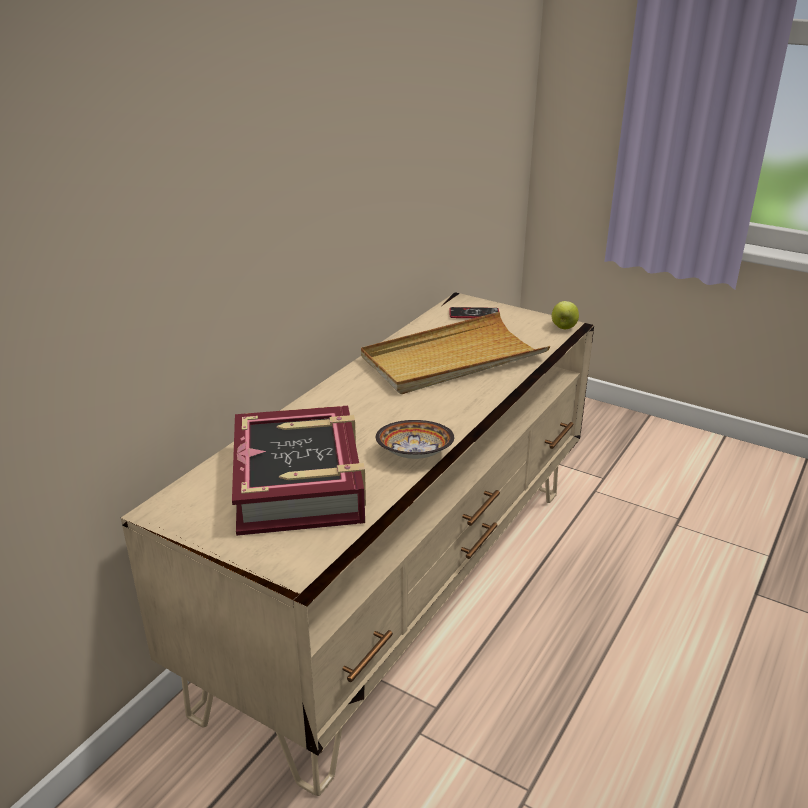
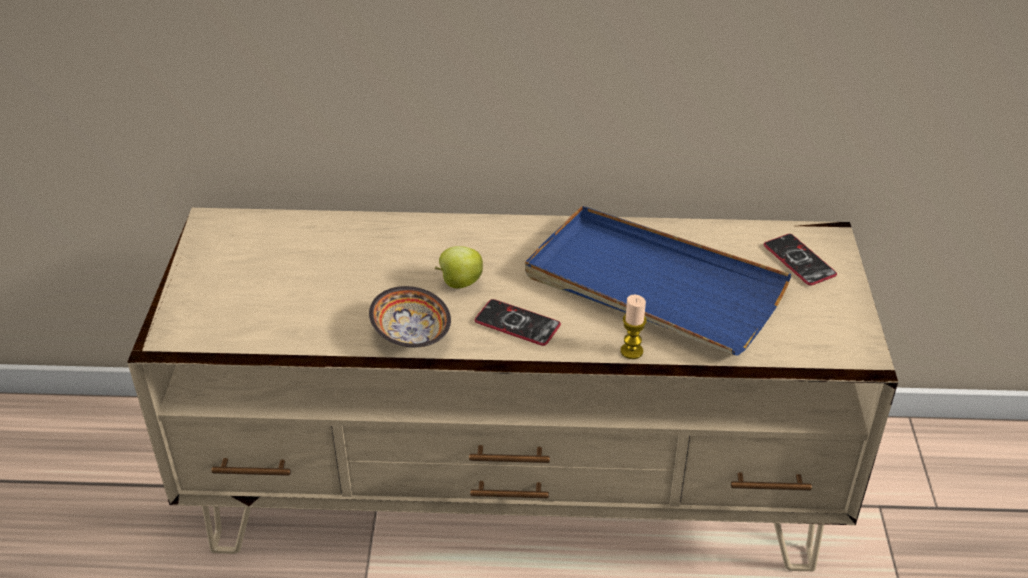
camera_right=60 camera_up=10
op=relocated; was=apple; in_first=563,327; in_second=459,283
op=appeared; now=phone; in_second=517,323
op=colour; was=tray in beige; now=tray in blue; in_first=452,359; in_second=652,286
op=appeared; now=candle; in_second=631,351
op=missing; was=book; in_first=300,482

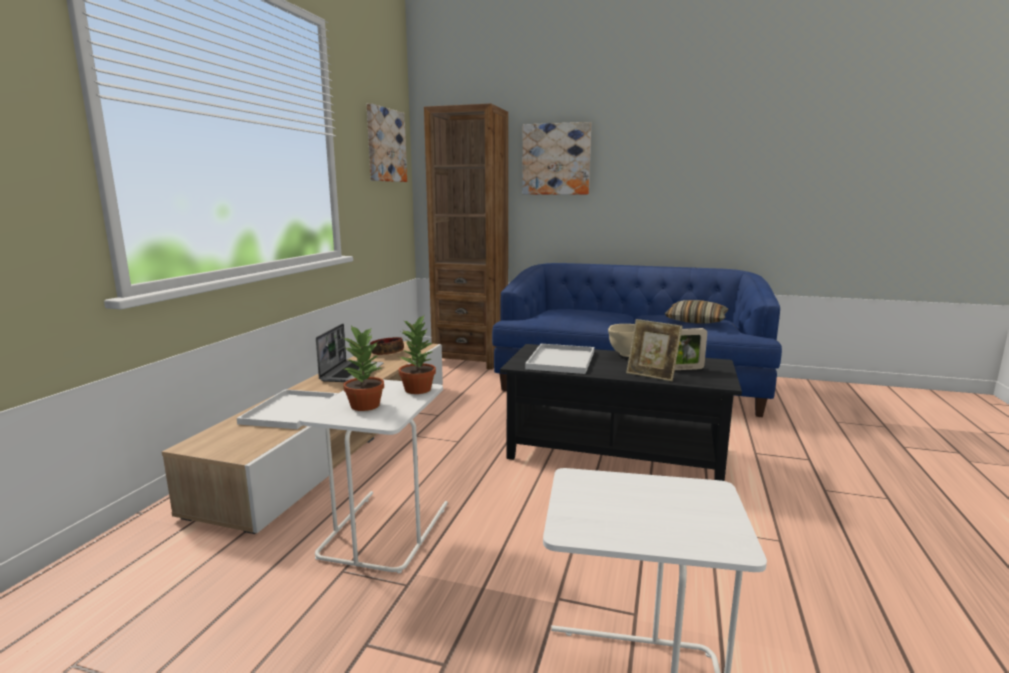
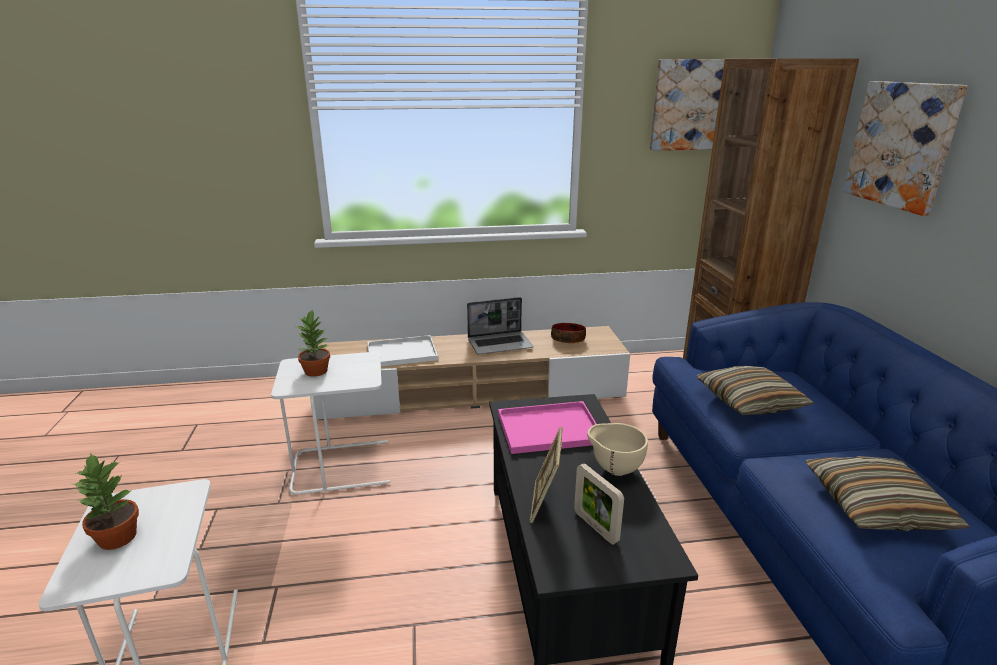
camera_right=65 camera_up=10
op=relocated; was=potted plant; in_first=418,389; in_second=117,538
op=colour; was=tray in white; now=tray in pink; in_first=562,361; in_second=547,429
op=appeared; now=pillow; in_second=749,401

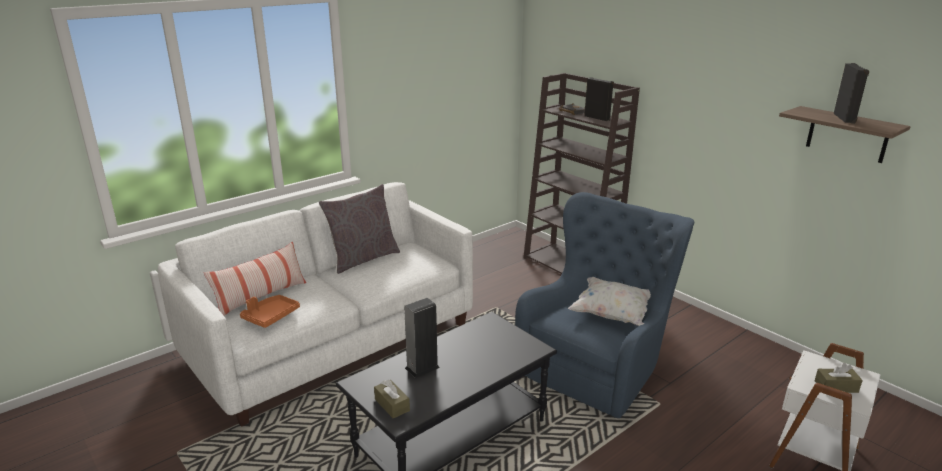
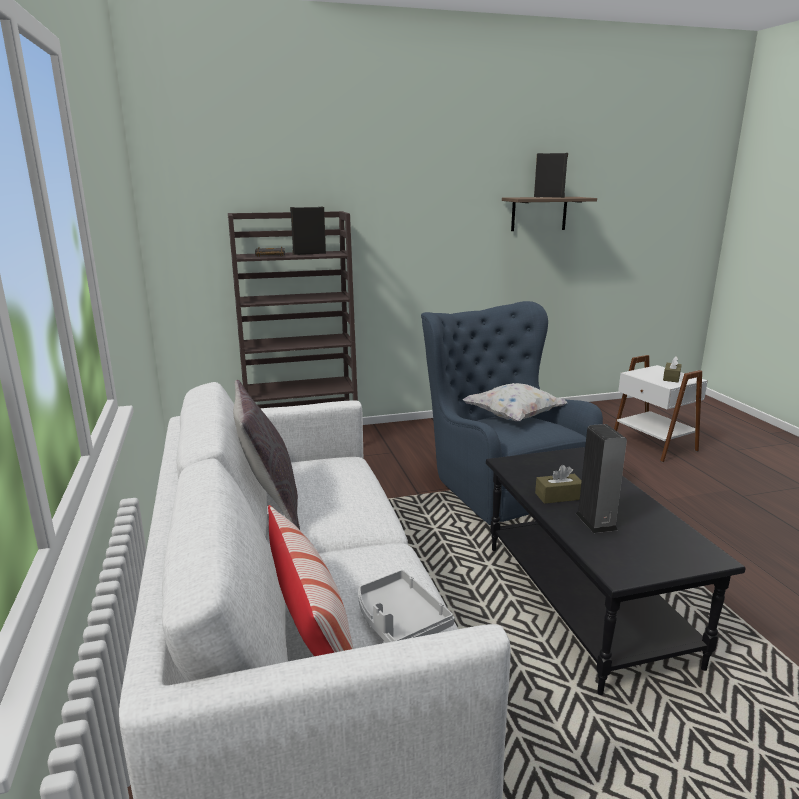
camera_right=-65 camera_up=-5
op=colour; was=tray in orange; now=tray in grey; in_first=270,316; in_second=399,620
op=relocated; was=tissue box in brown; in_first=392,405; in_second=558,496

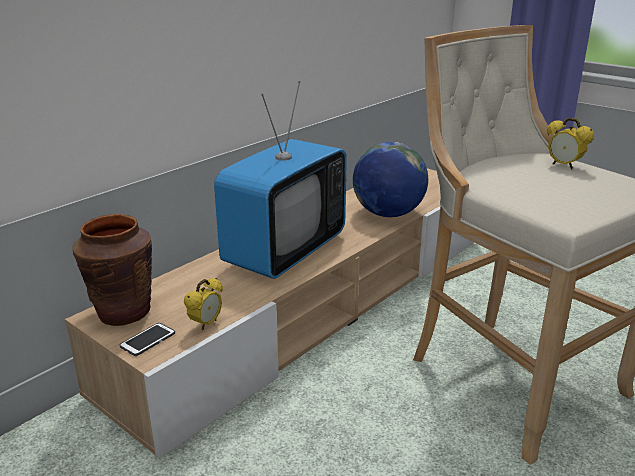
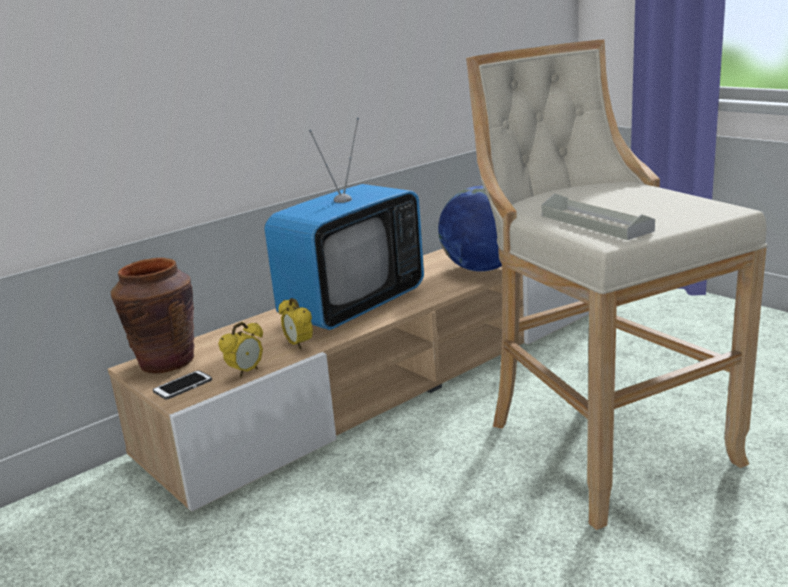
camera_right=10 camera_up=-5
op=relocated; was=alarm clock; in_first=564,166; in_second=299,345
op=appeared; now=tray in grey; in_second=595,223

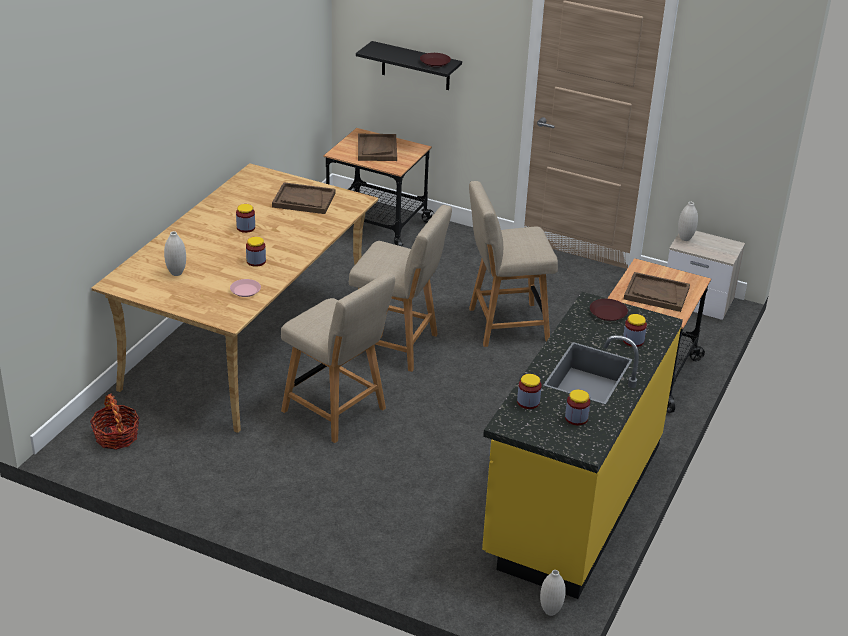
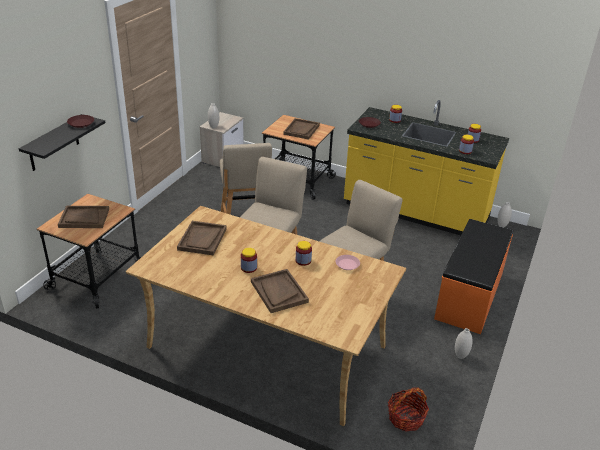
camera_right=-90 camera_up=0
op=appeared; now=tray in brown; in_second=279,292
op=appeared; now=bench in orange; in_second=470,296
op=relocated; was=vase in white; in_first=176,273; in_second=460,356

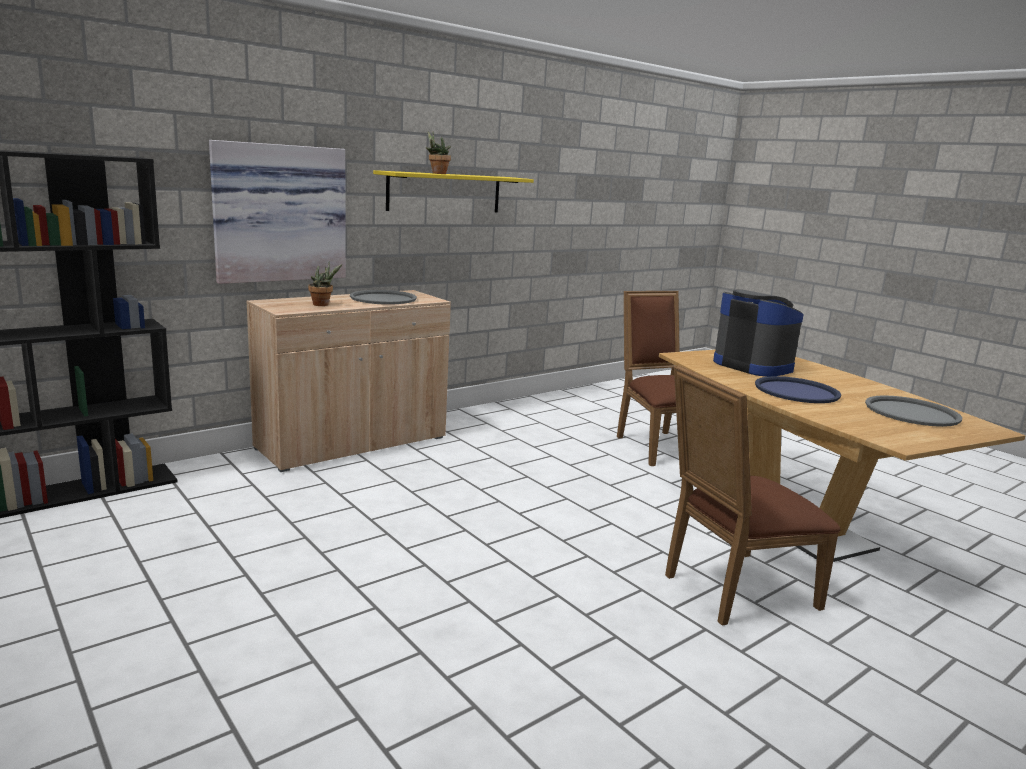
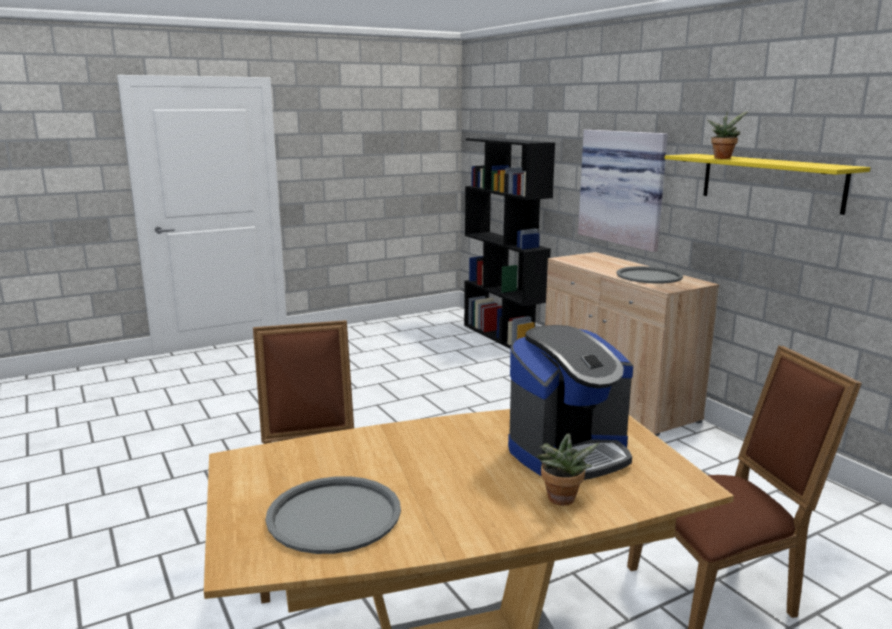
camera_right=100 camera_up=0
op=relocated; was=potted plant; in_first=323,305; in_second=561,501
op=missing; was=tray in blue; in_first=796,391

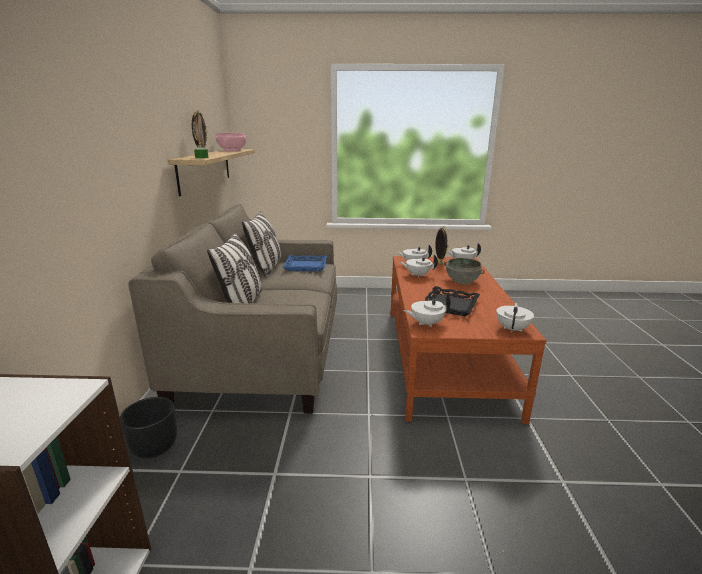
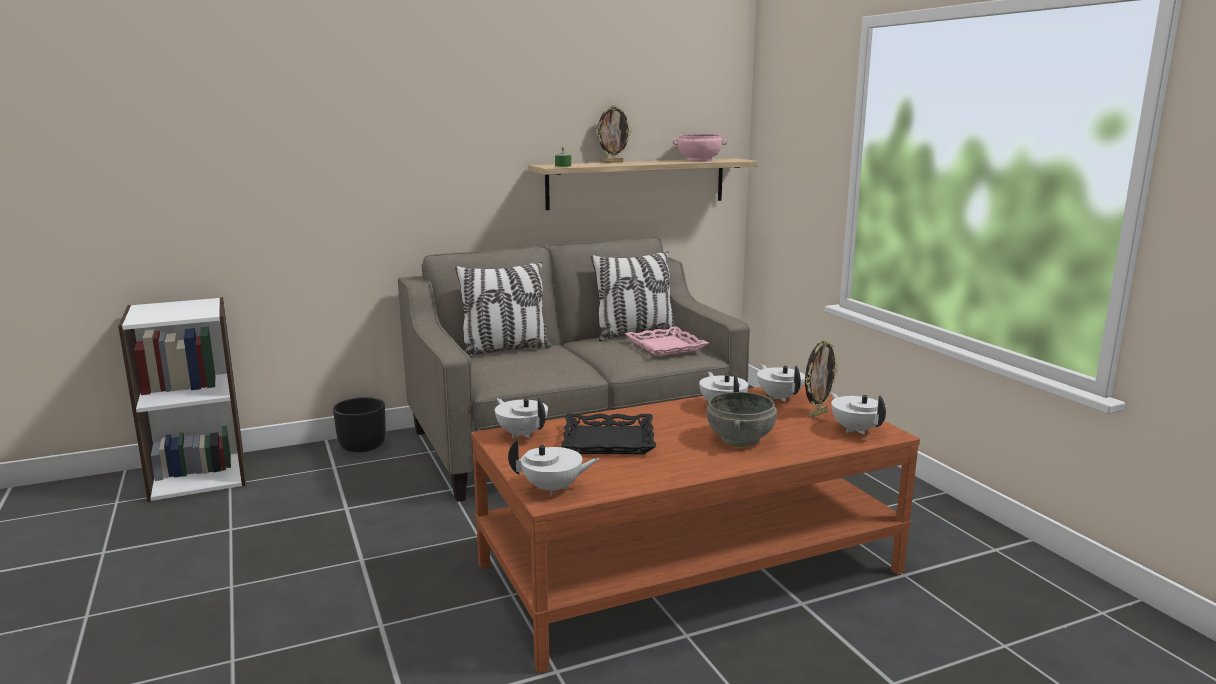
camera_right=65 camera_up=-5
op=colour; was=tray in blue; now=tray in pink; in_first=305,266; in_second=665,346

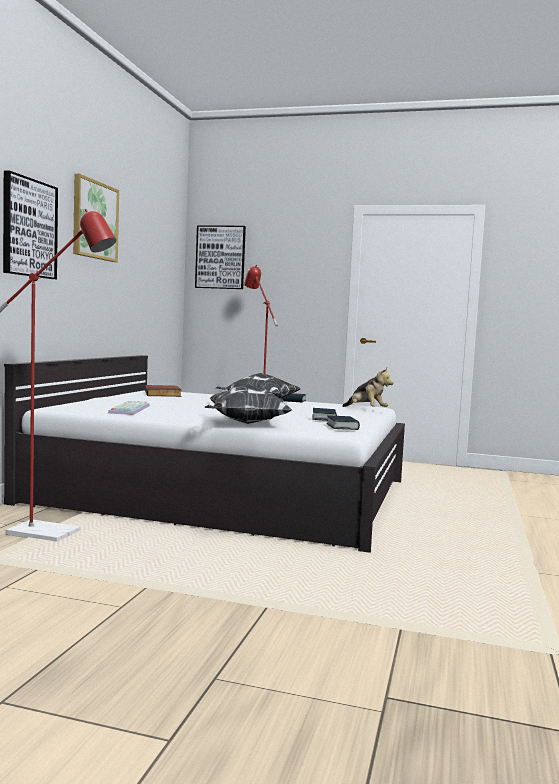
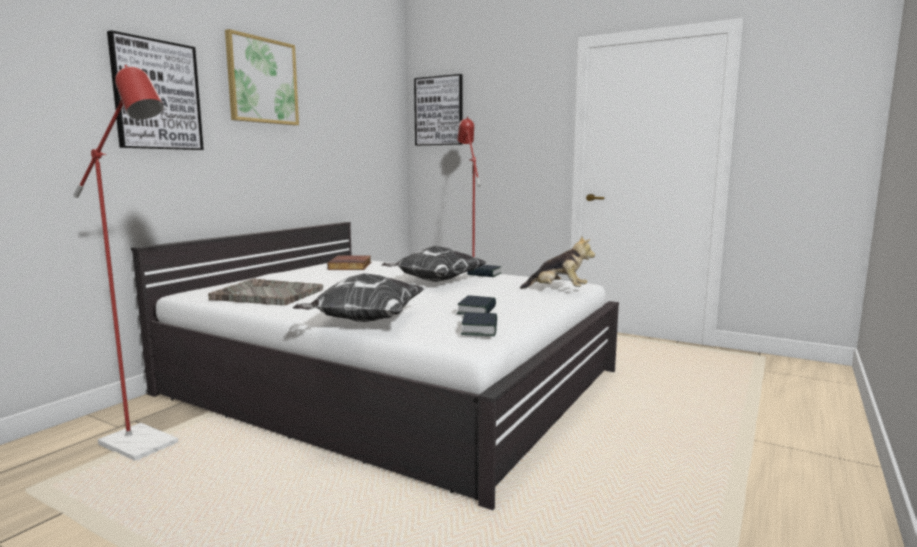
camera_right=15 camera_up=5
op=exchanged; was=keyboard; now=tray in grey; in_first=128,409; in_second=267,294
op=spun; was=plush toy; in_first=366,410; in_second=558,291; clockwise=-45

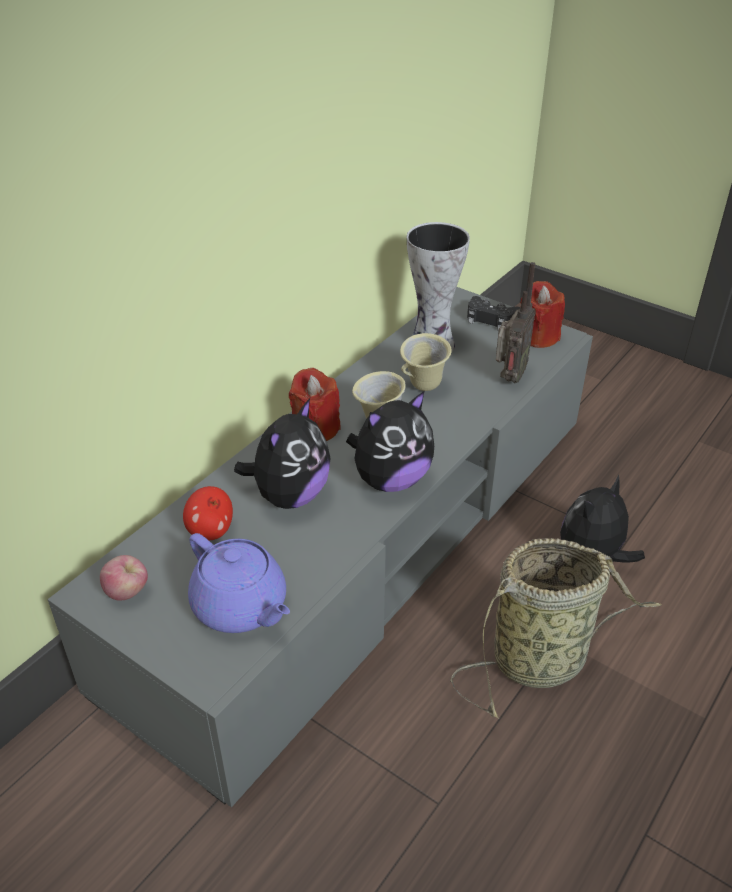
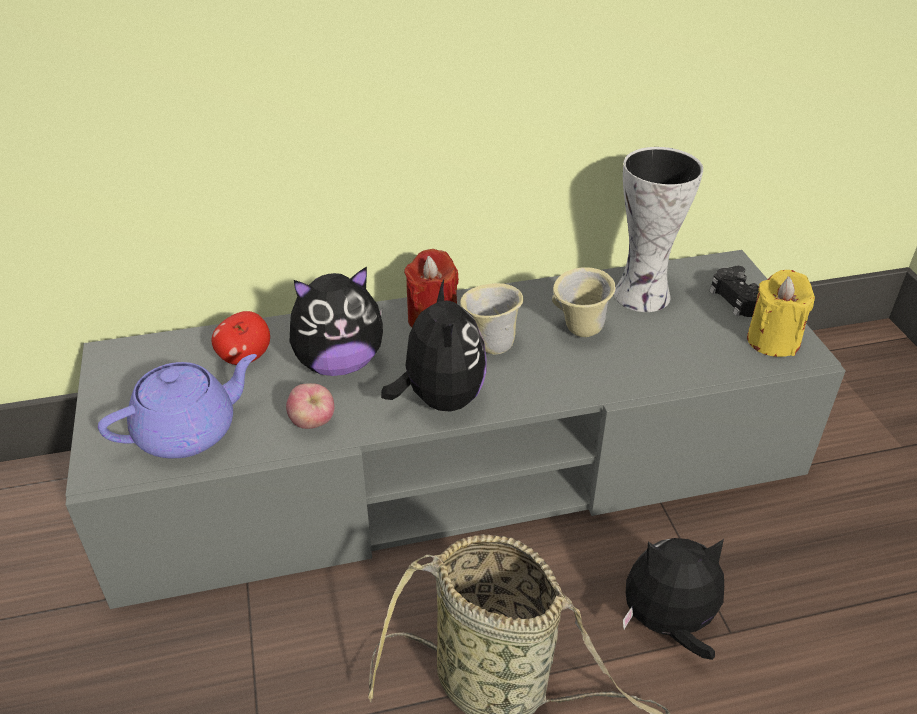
camera_right=40 camera_up=0
op=spun; was=teapot in purple; in_first=241,607; in_second=189,431; clockwise=-120
op=relocated; was=apple; in_first=127,592; in_second=313,423
op=spun; was=plush toy; in_first=390,479; in_second=439,398; clockwise=-105
op=colour; was=candle in red; now=candle in yellow; in_first=538,337; in_second=773,341
op=missing; was=radio; in_first=508,378

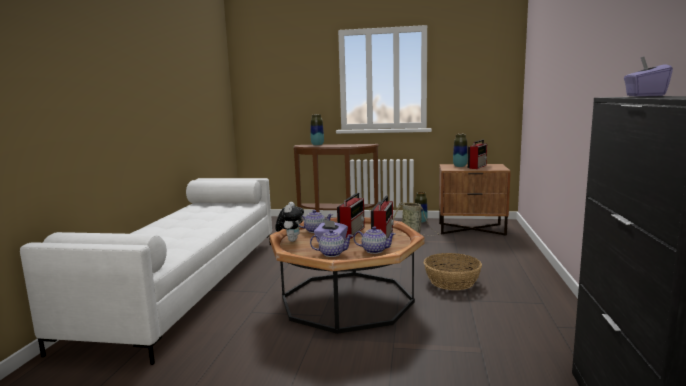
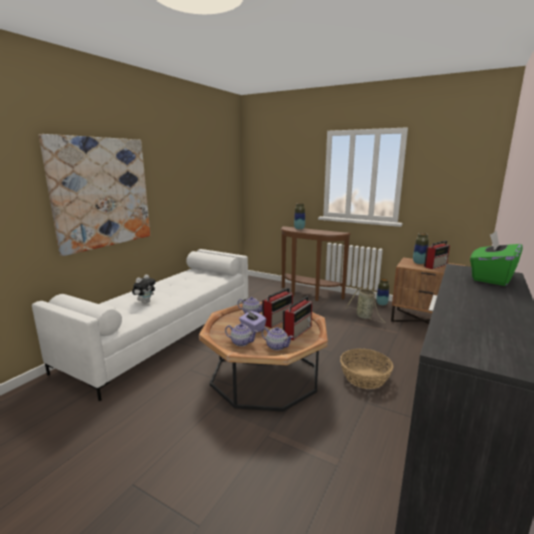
camera_right=20 camera_up=5
op=appeared; now=picture; in_second=102,193
op=relocated; was=plush toy; in_first=291,240; in_second=145,302
op=colour; was=tissue box in purple; now=tissue box in green; in_first=644,96; in_second=491,277

